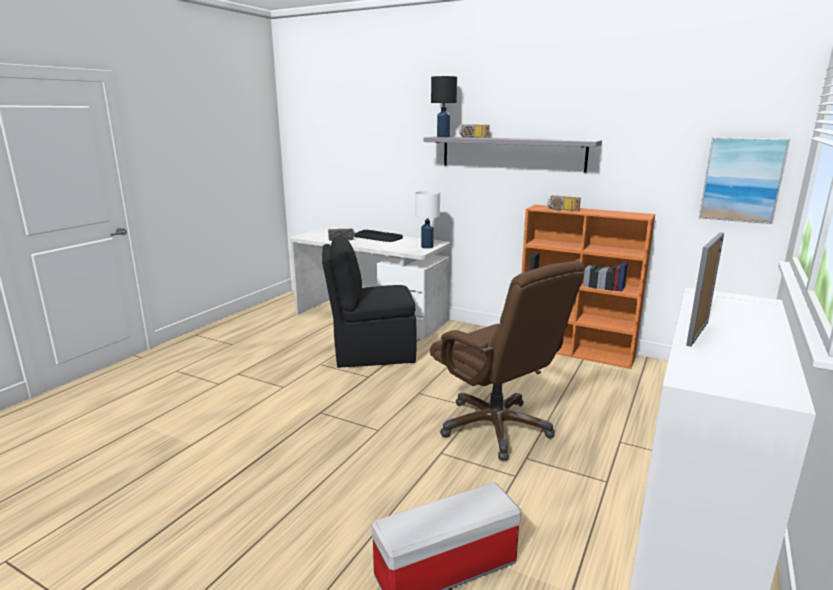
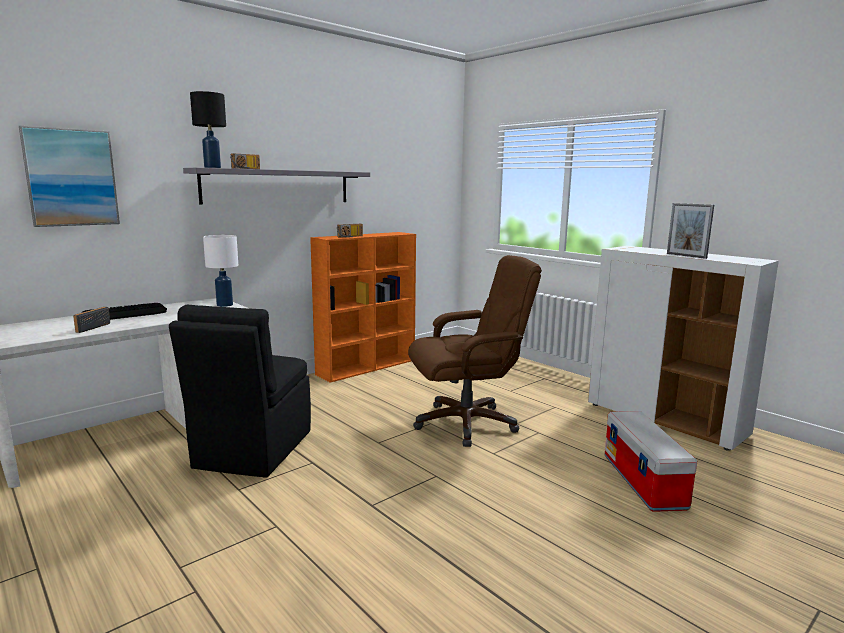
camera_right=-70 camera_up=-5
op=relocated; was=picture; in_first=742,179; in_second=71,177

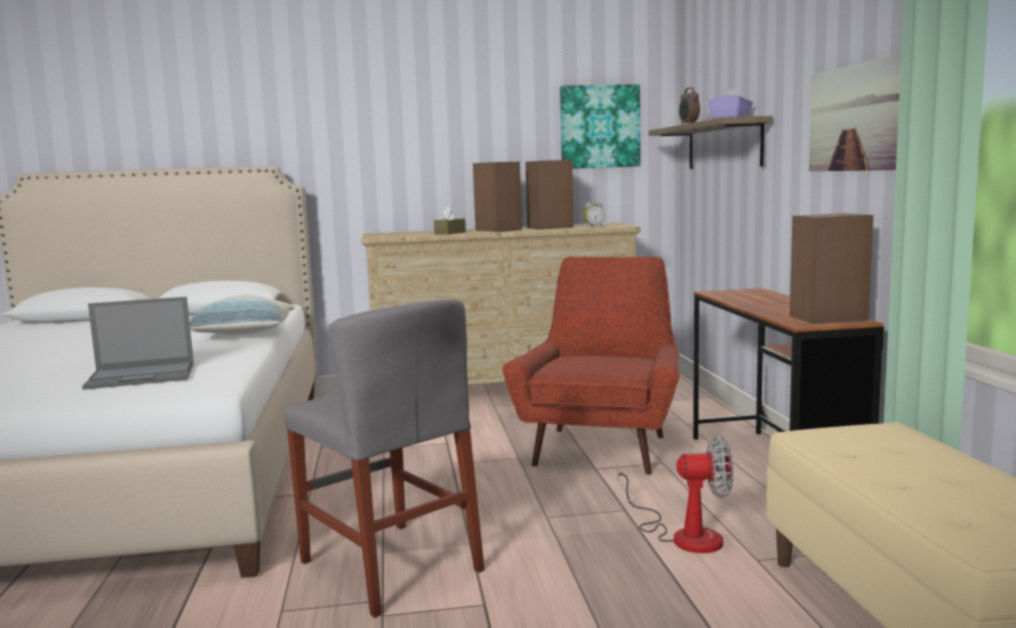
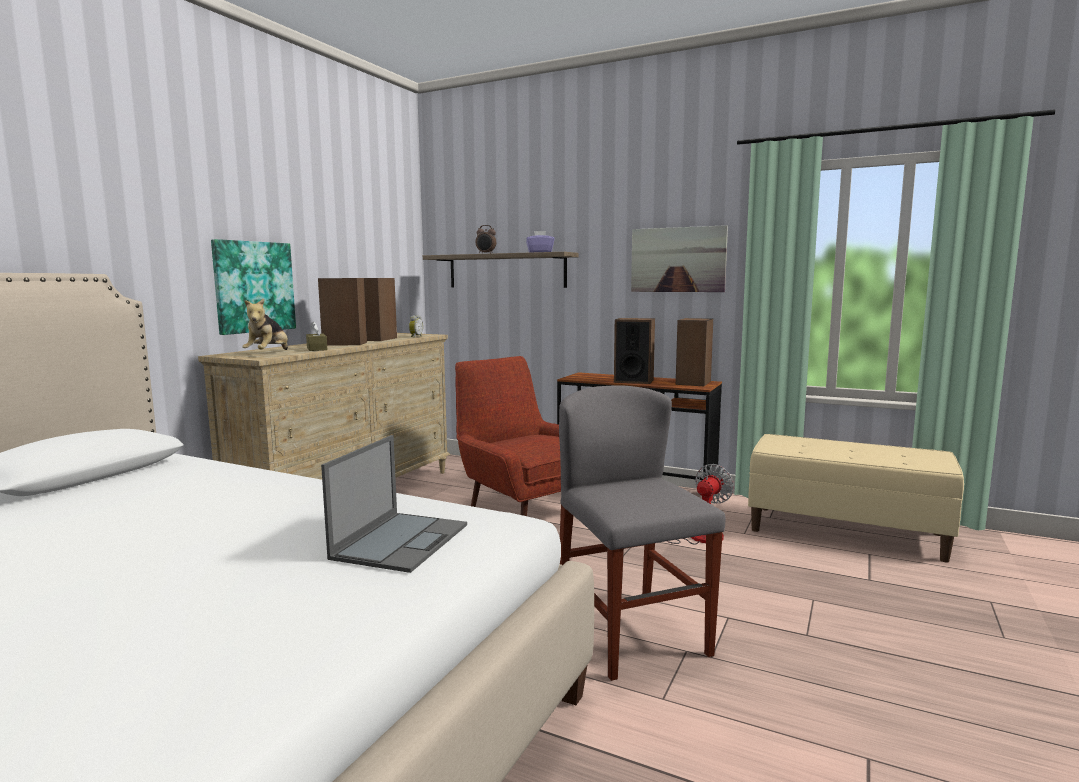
camera_right=-55 camera_up=0
op=relocated; was=picture; in_first=599,126; in_second=253,287
op=appeared; now=plush toy; in_second=268,354
op=spun; was=chair in grey; in_first=390,566; in_second=631,633; clockwise=-105
op=appeared; now=speaker; in_second=633,381
op=missing; was=pillow; in_first=243,334

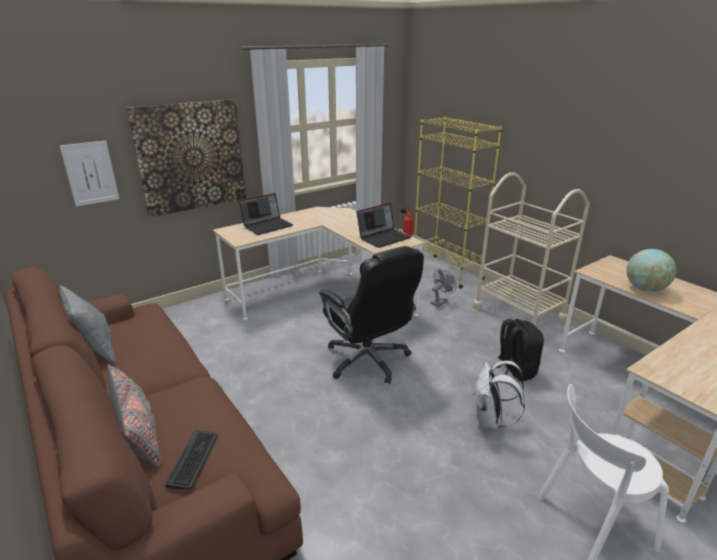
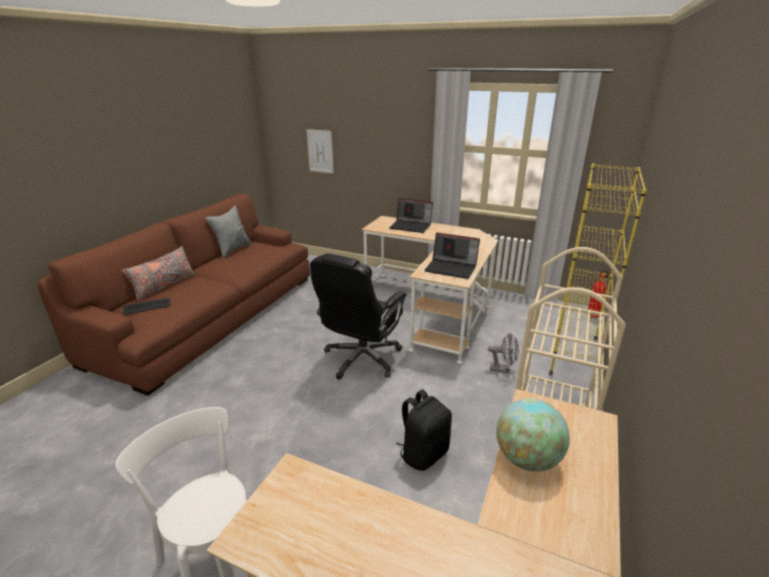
camera_right=60 camera_up=0
op=missing; was=picture; in_first=191,157
op=missing; was=backpack in white; in_first=490,421

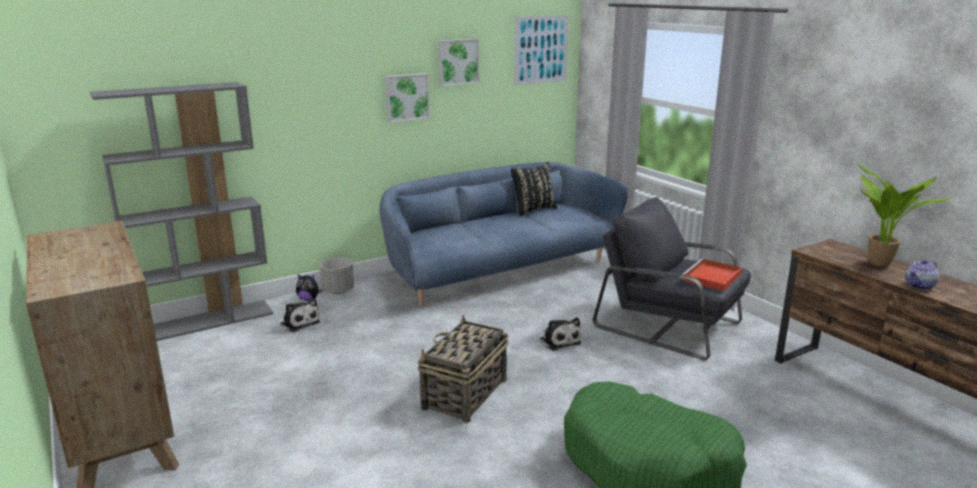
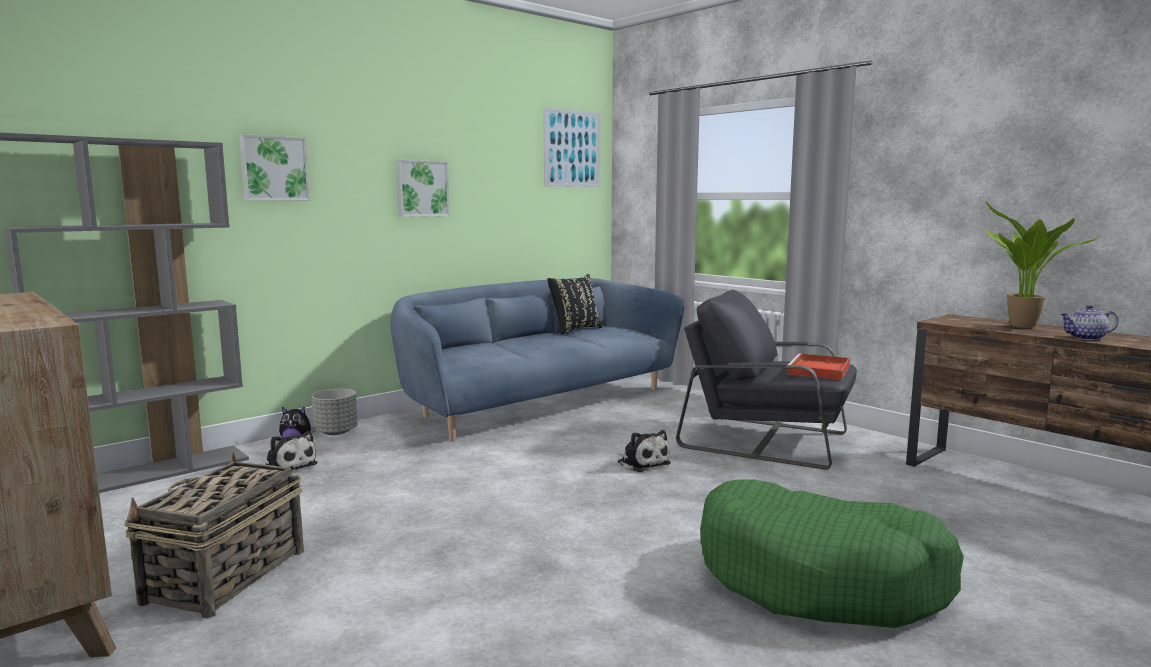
camera_right=-10 camera_up=-10
op=relocated; was=basket; in_first=464,394; in_second=224,577
op=relocated; was=picture; in_first=457,62; in_second=274,168
op=spun; was=teapot; in_first=919,286; in_second=1086,338; clockwise=45

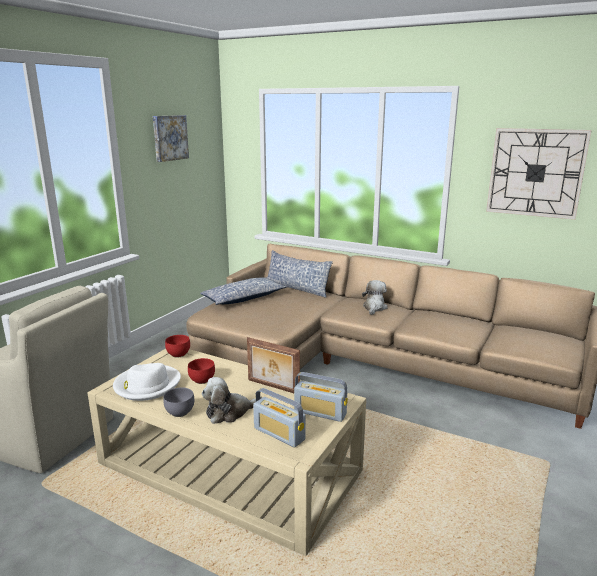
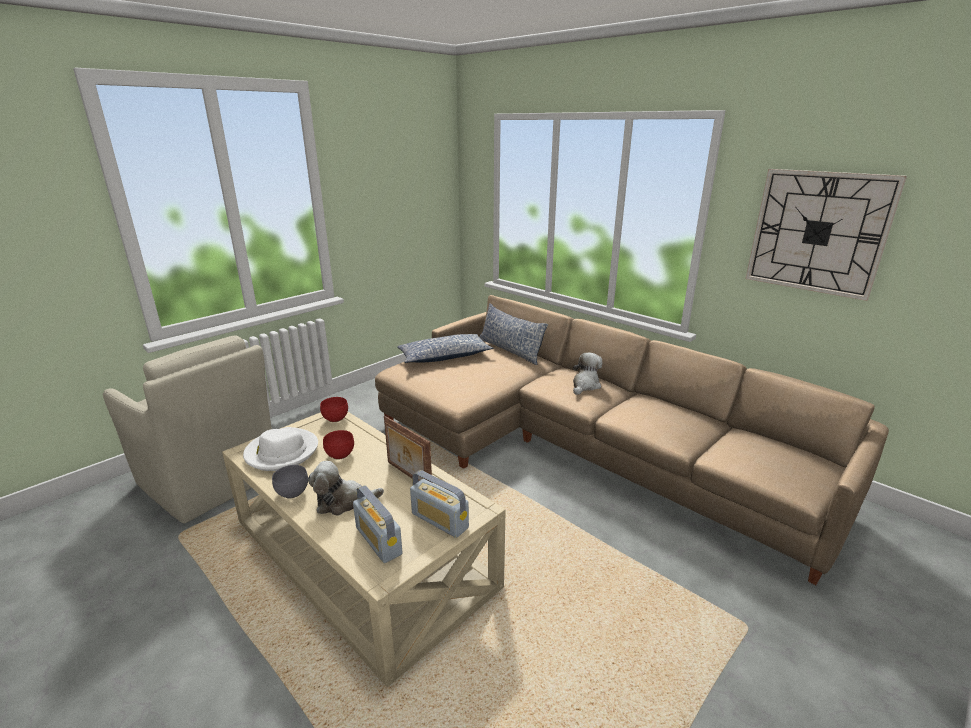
camera_right=15 camera_up=5
op=missing; was=picture; in_first=169,138

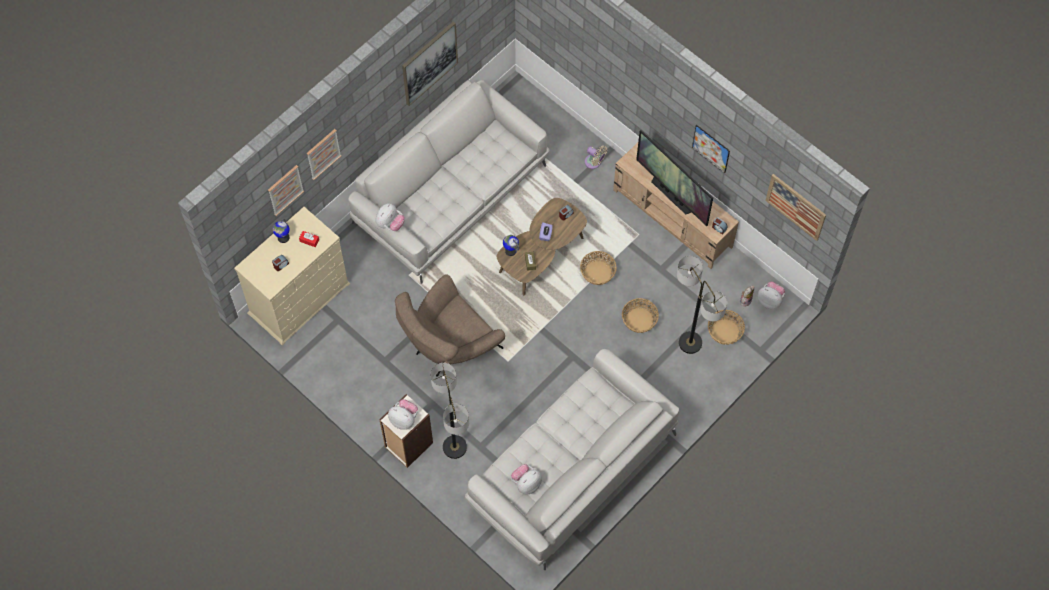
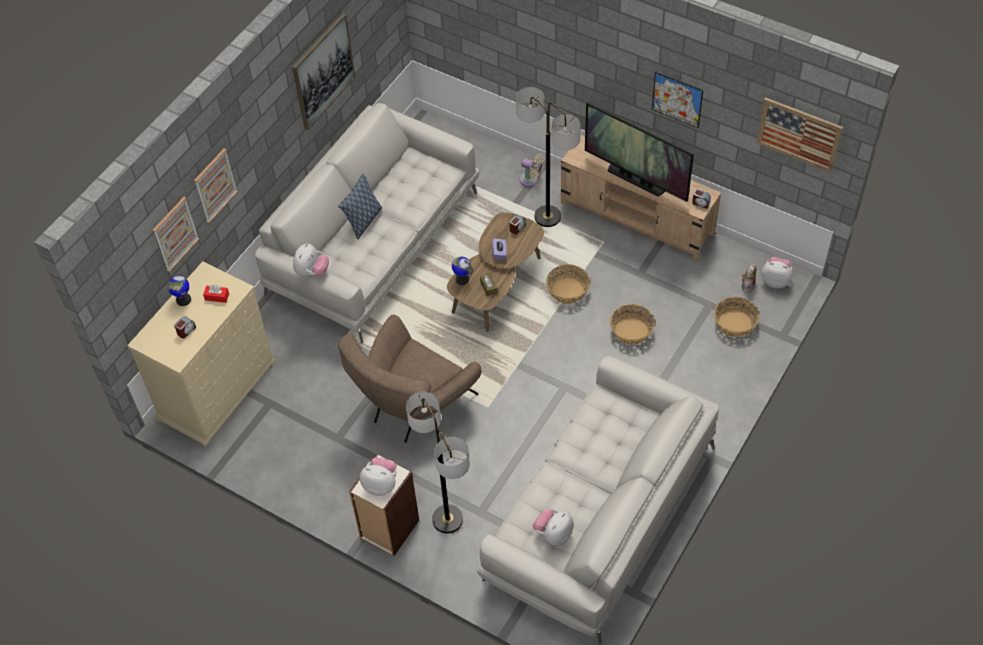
camera_right=-10 camera_up=-10
op=appeared; now=pillow; in_second=363,221
op=relocated; was=floor lamp; in_first=690,342; in_second=547,217

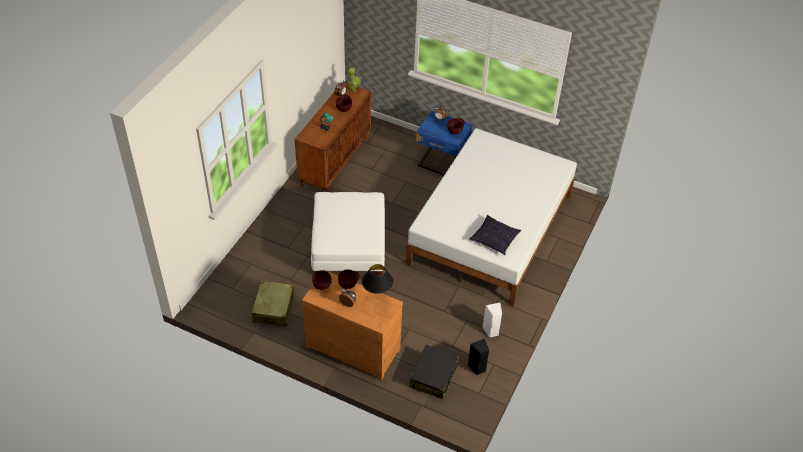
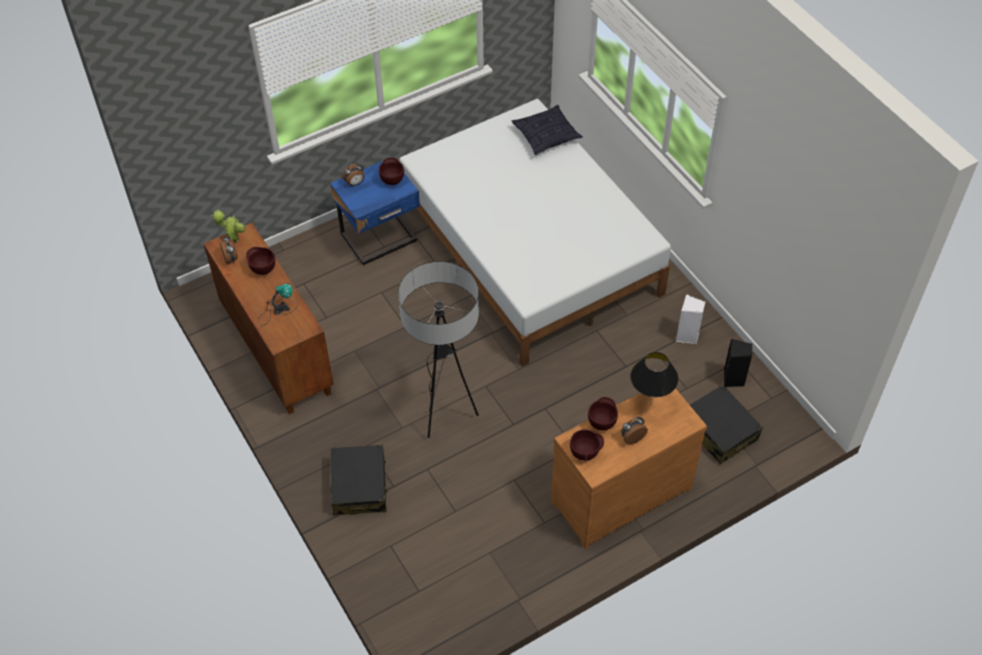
camera_right=-55 camera_up=5
op=appeared; now=suitcase in black; in_second=359,486
op=exchanged; was=ottoman in white; now=floor lamp; in_first=348,247; in_second=445,414
op=relocated; was=pillow; in_first=495,239; in_second=546,136
op=missing; was=suitcase in beige; in_first=274,308

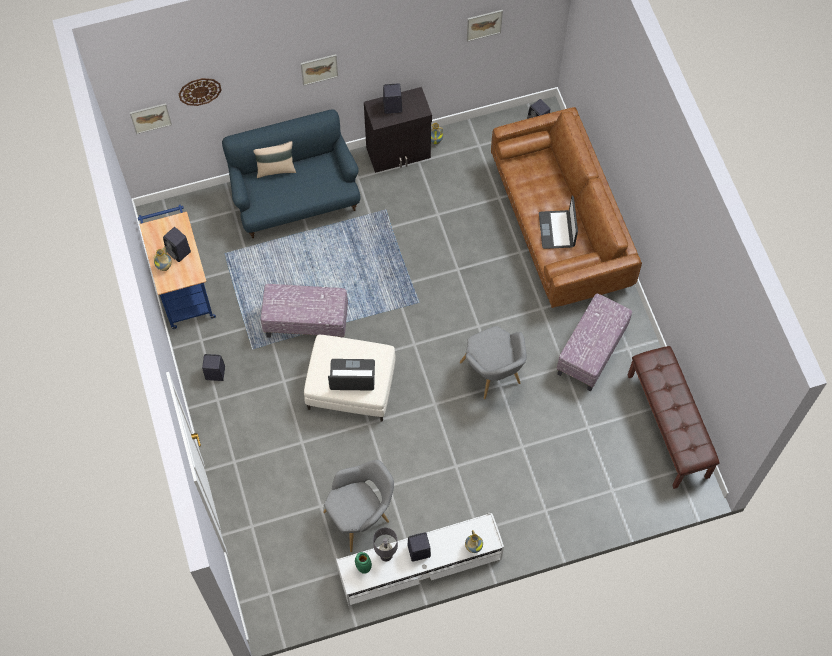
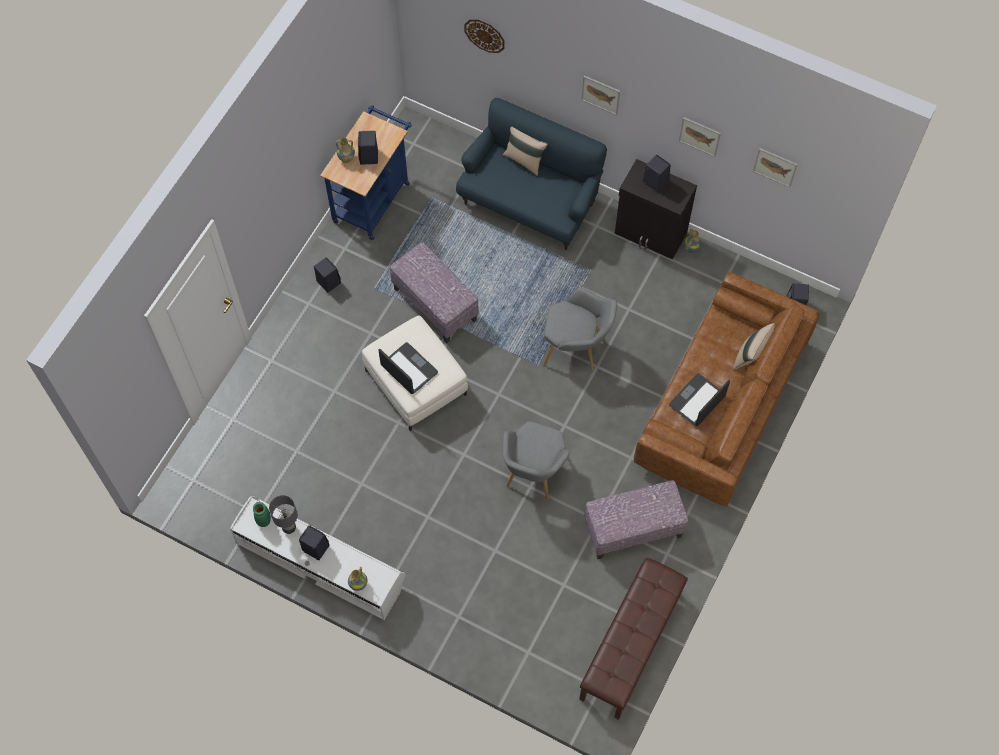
camera_right=45 camera_up=0
op=relocated; was=armchair in grey; in_first=361,516; in_second=576,348
op=relocated; was=picture; in_first=150,118; in_second=699,136
op=appeared; now=pillow in beige; in_second=750,356

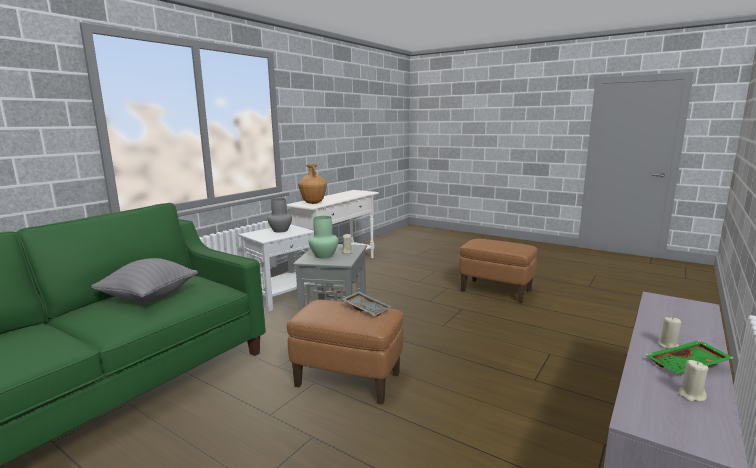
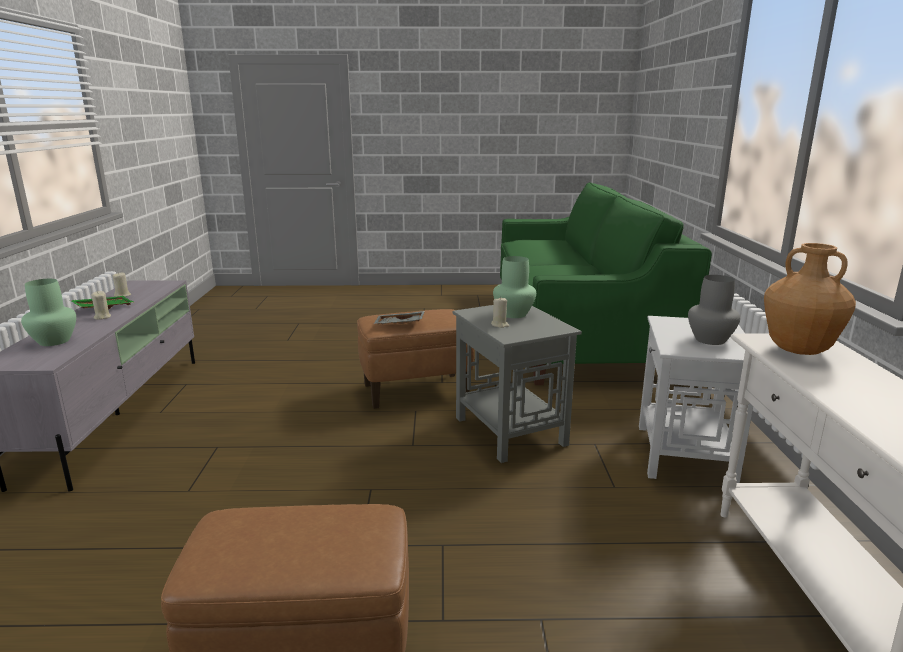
camera_right=145 camera_up=5
op=appeared; now=vase in green; in_second=54,341
op=missing; was=pillow in grey; in_first=149,297

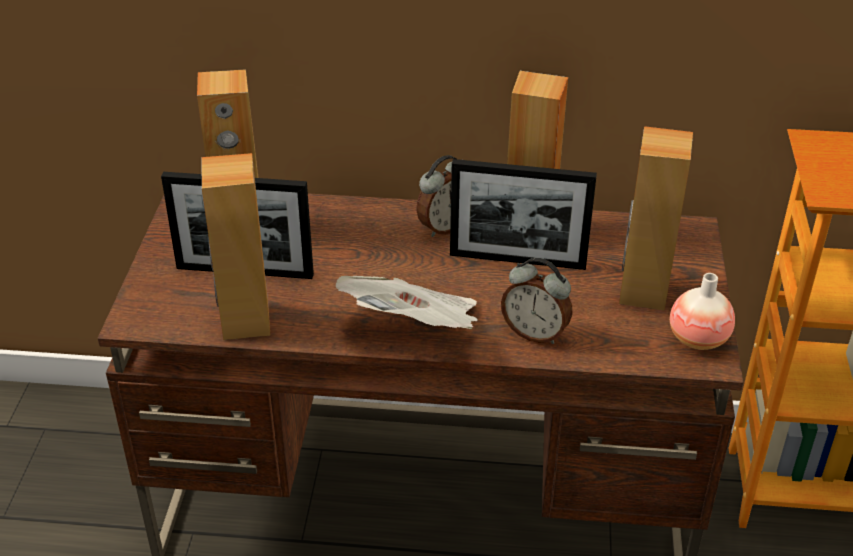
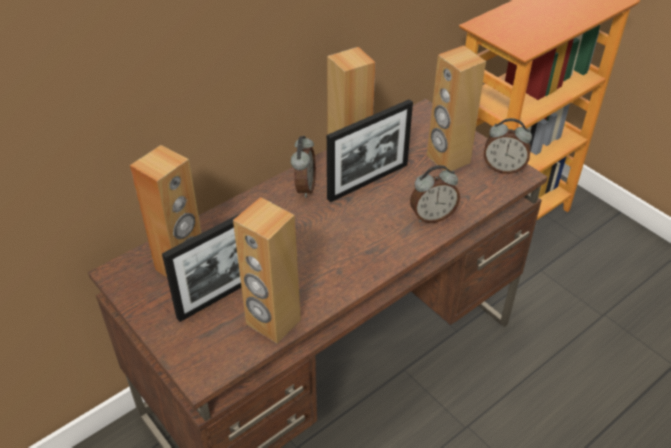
camera_right=-45 camera_up=5
op=exchanged; was=vase; now=alarm clock; in_first=698,339; in_second=503,168
op=missing; was=newspaper; in_first=414,329

